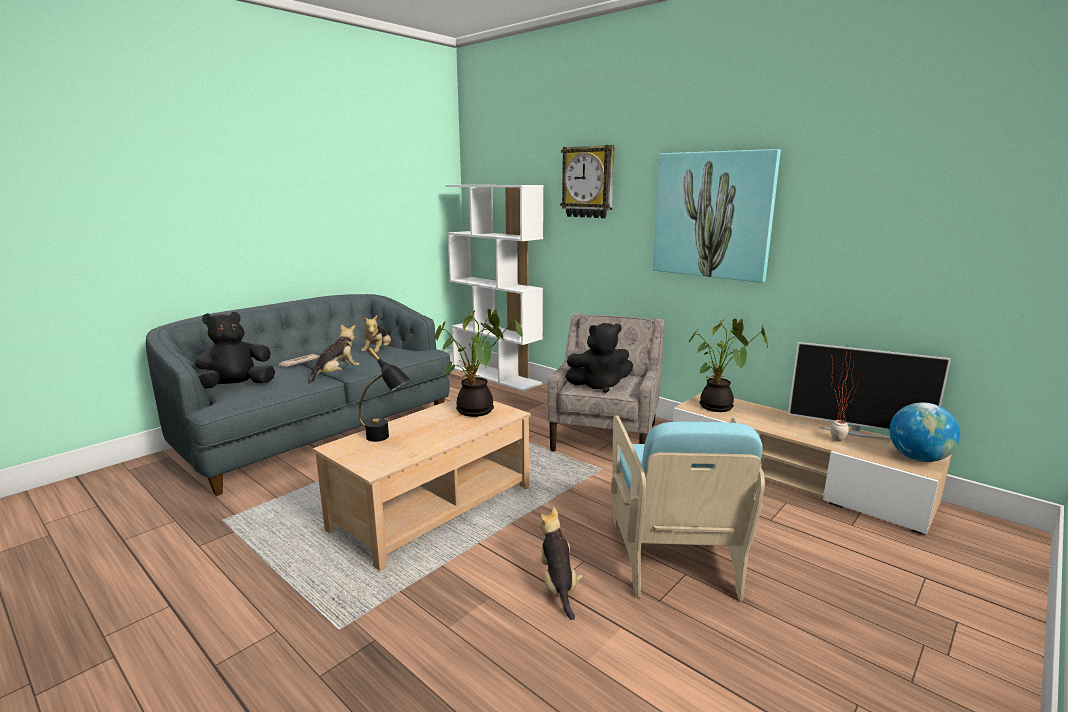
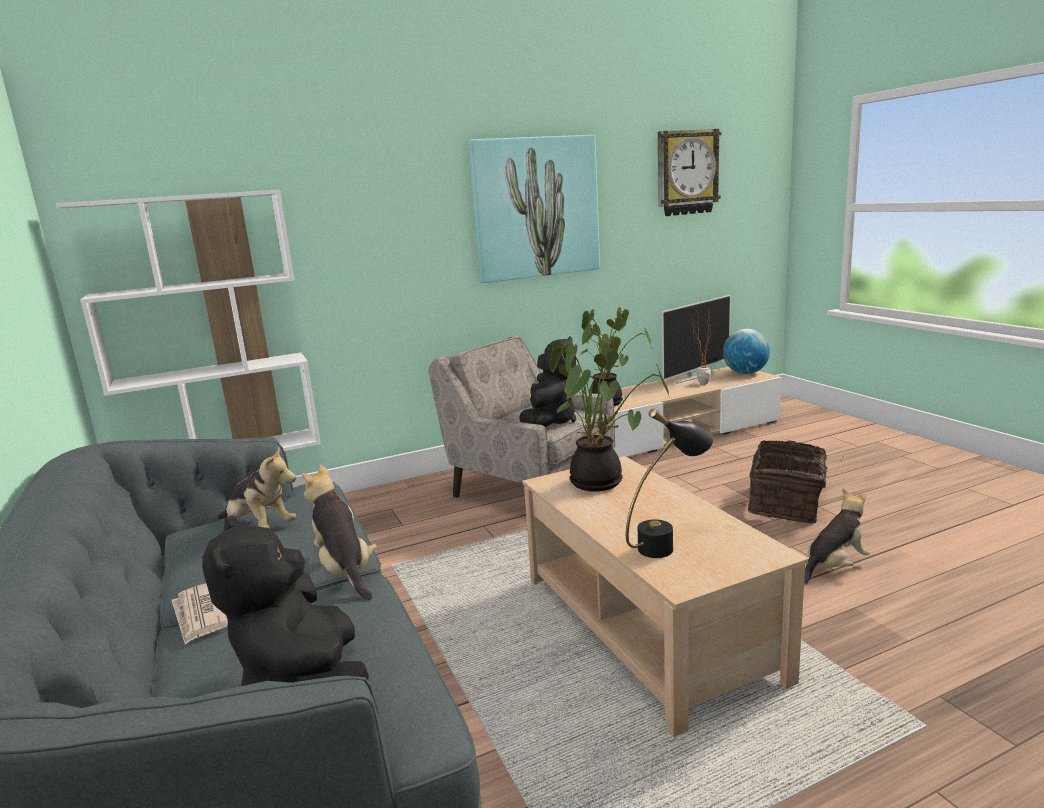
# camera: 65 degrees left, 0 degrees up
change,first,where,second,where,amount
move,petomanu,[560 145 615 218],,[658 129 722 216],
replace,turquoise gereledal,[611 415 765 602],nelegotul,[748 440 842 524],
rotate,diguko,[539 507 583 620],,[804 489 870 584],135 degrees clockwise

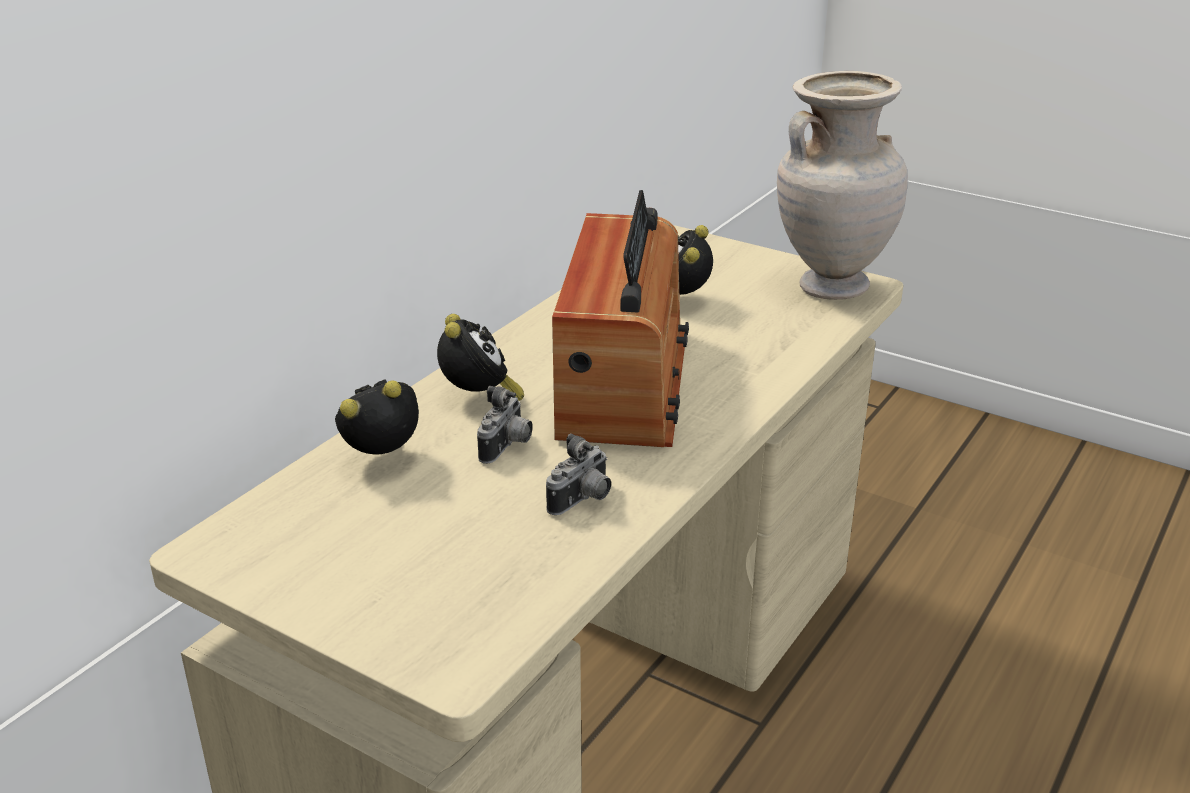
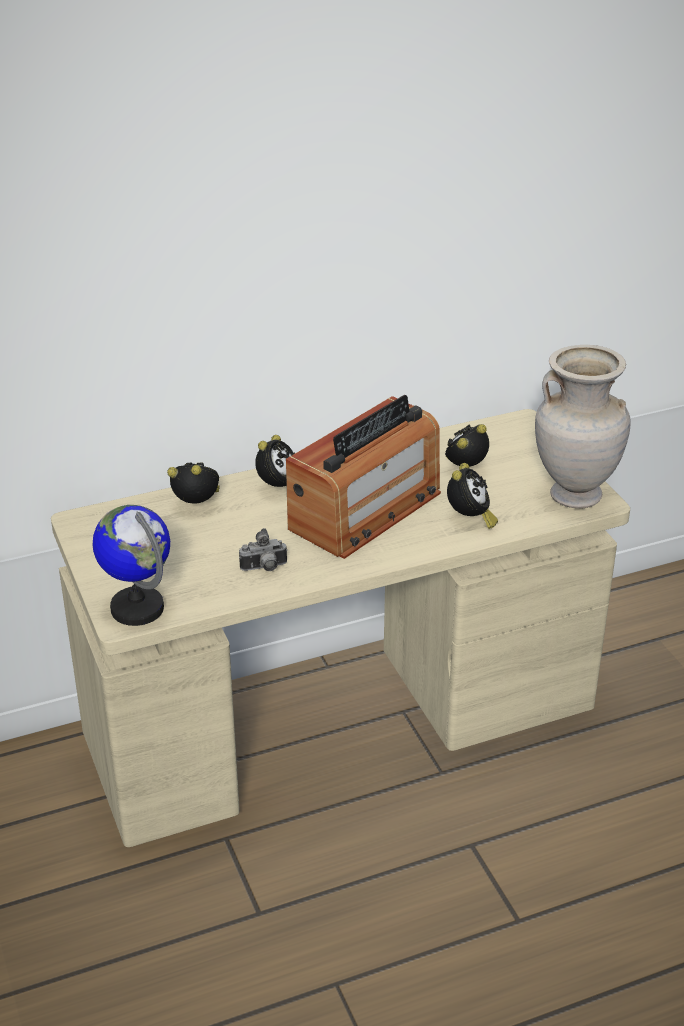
# camera: 35 degrees right, 5 degrees up
change,first,where,second,where,amount
insert,,,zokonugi,[93 505 170 626],
insert,,,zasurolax,[447 463 498 529],
delete,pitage,[477 386 533 464],,,

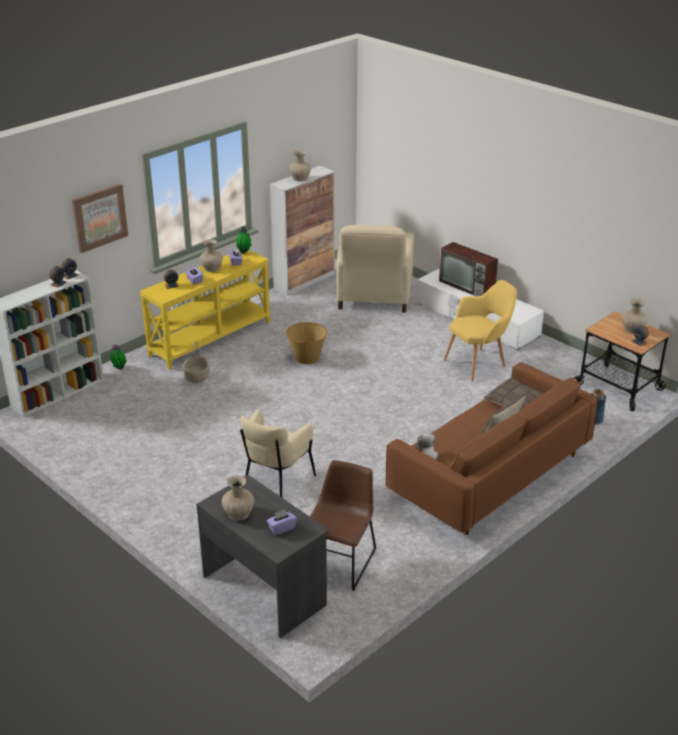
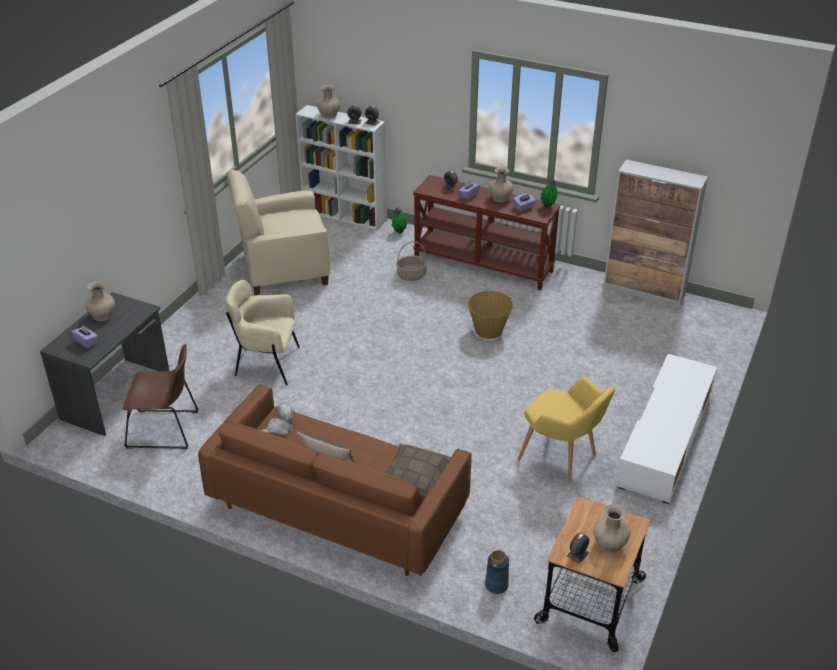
# camera: 70 degrees right, 5 degrees up
change,first,where,second,where,amount
move,beige gereledal,[336 225 414 313],,[227 170 330 295],
move,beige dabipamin,[289 150 311 181],,[317 85 340 119],
recolor,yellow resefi,[139 250 271 370],brown resefi,[413 175 561 291],
delete,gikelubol,[72 184 128 253],,,
delete,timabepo,[439 242 498 296],,,

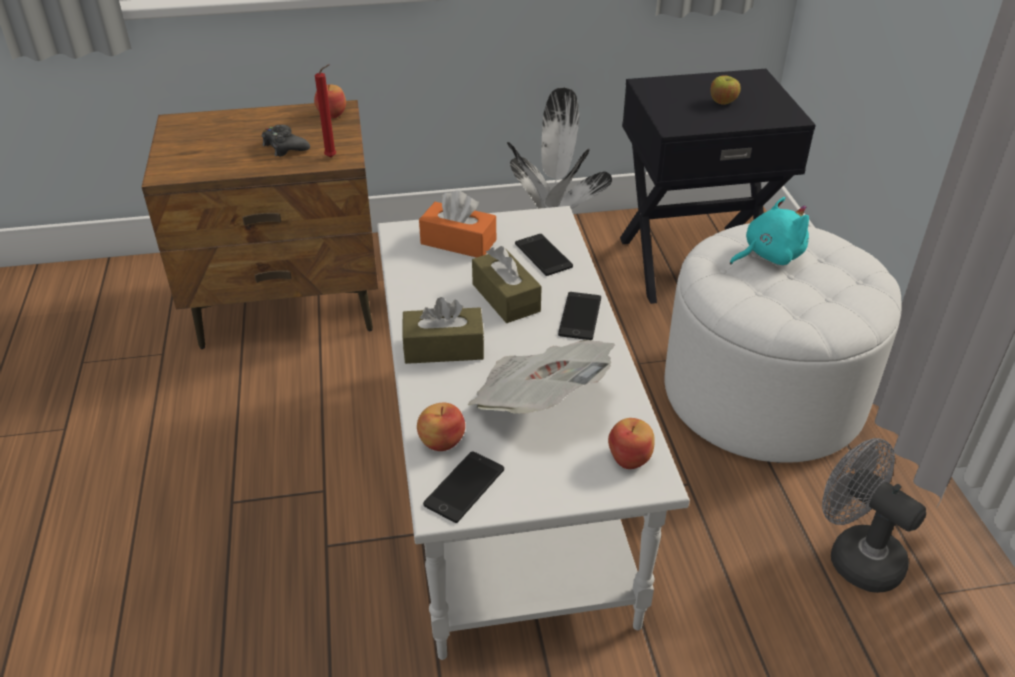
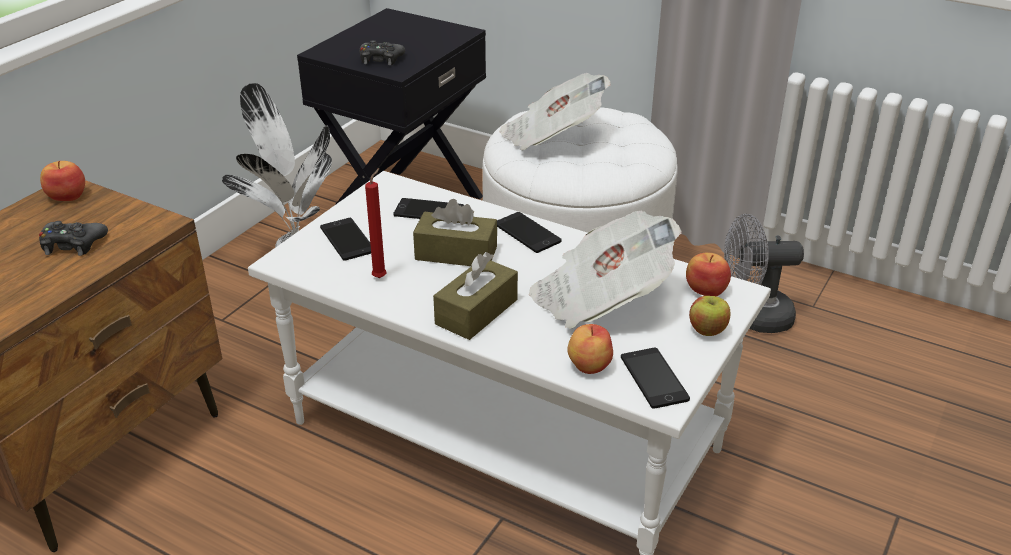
# camera: 50 degrees left, 5 degrees down
change,first,where,second,where,amount
replace,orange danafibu,[419 190 496 258],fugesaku,[320 218 371 261],
insert,,,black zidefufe,[359 40 405 65],
move,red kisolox,[315 64 336 158],,[365 168 387 278],
replace,turquoise diguko,[730 197 809 265],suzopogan,[499 73 611 151],
move,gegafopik,[710 75 741 105],,[689 296 731 336],

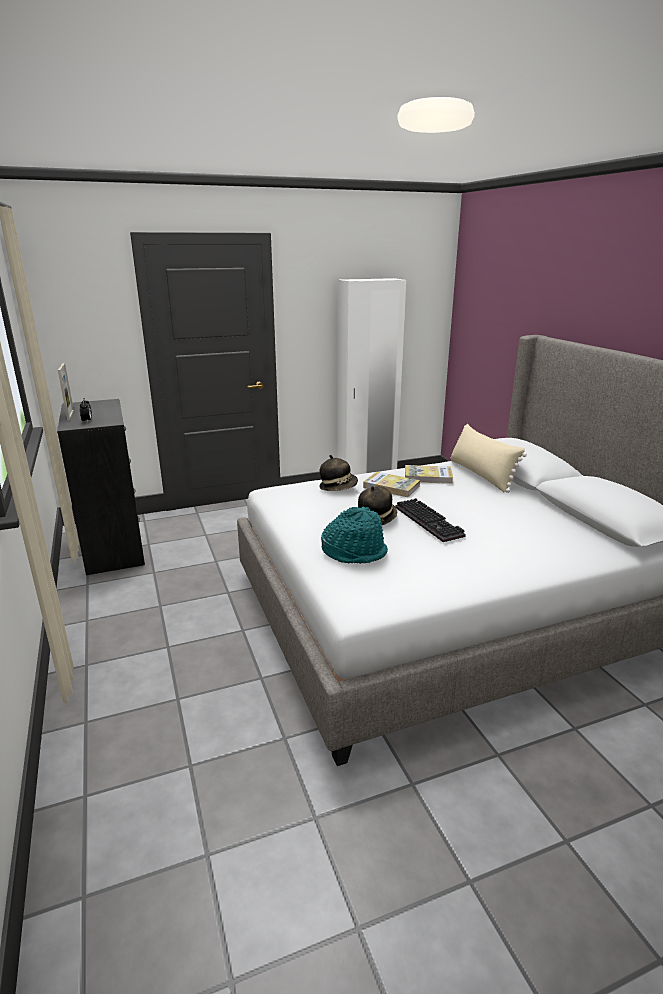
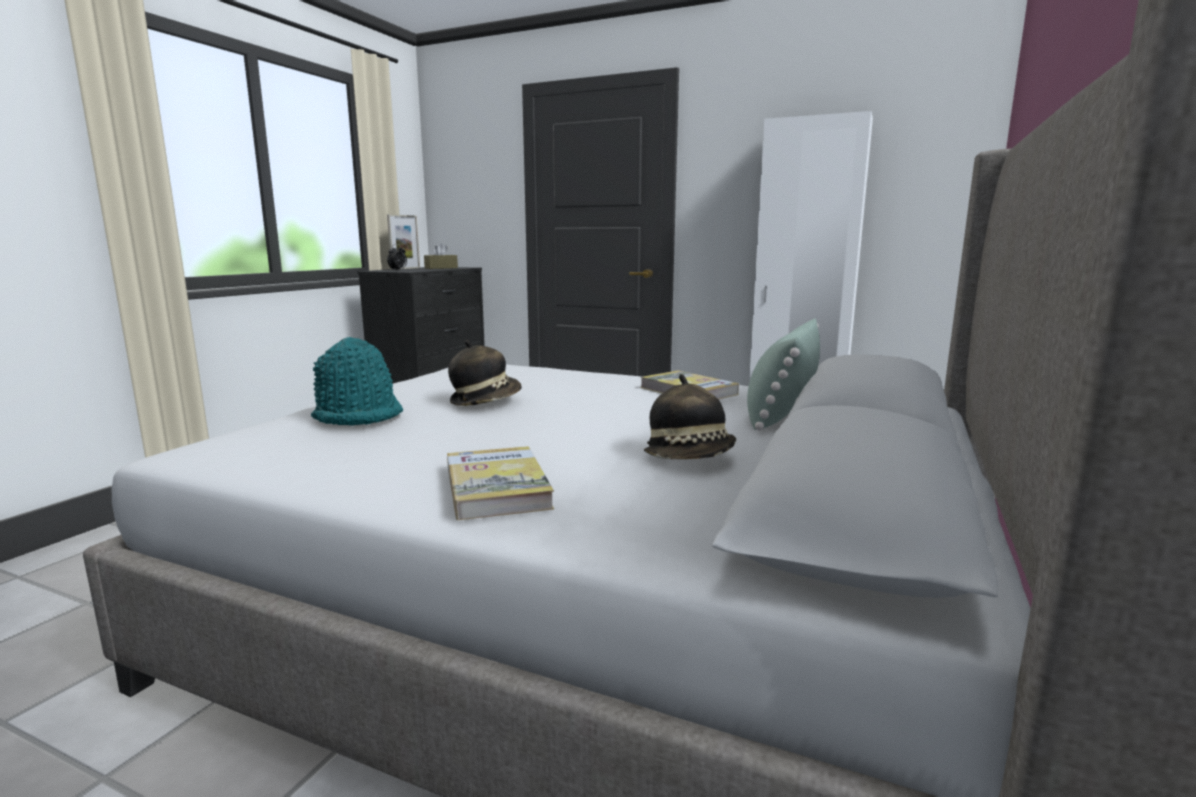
# camera: 45 degrees right, 10 degrees down
change,first,where,second,where,amount
insert,,,brown danafibu,[424 243 458 269],
move,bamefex,[363 472 420 497],,[447 446 554 520],
move,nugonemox,[319 455 358 491],,[644 374 736 459],
recolor,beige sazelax,[451 424 527 493],green sazelax,[747 318 820 431],
delete,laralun,[395 498 466 542],,,

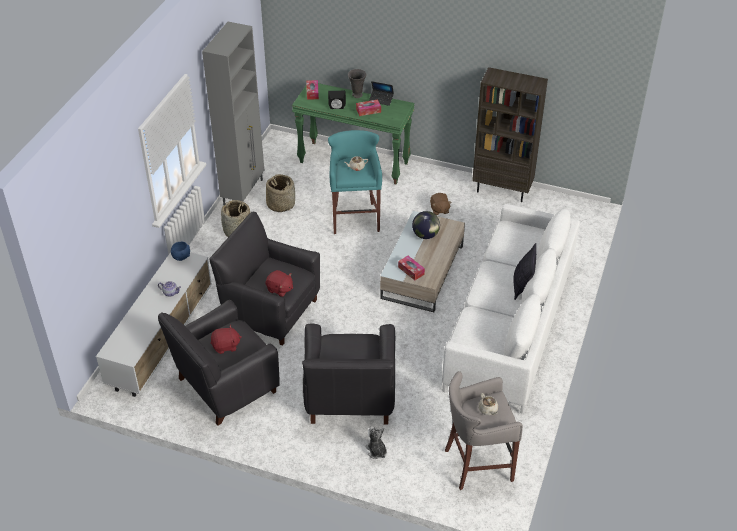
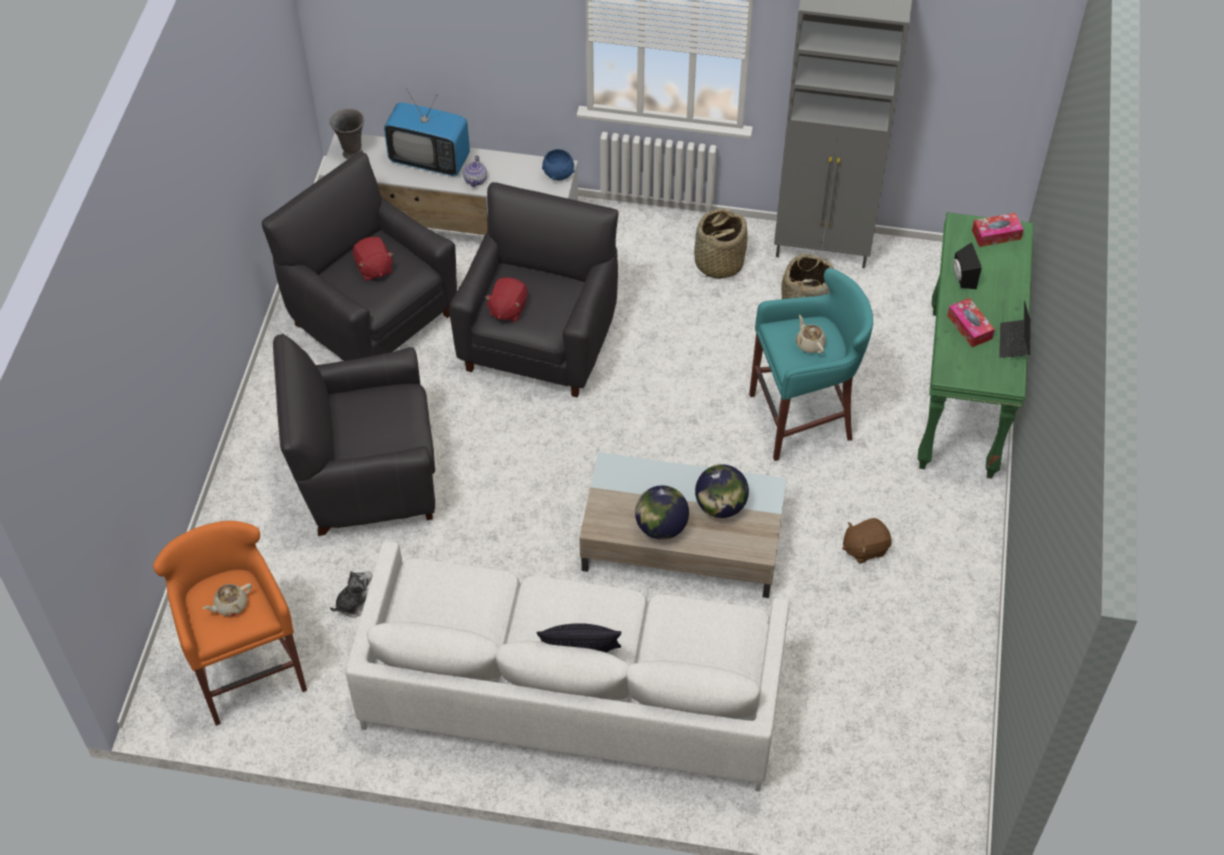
# camera: 80 degrees right, 10 degrees up
change,first,where,second,where,amount
recolor,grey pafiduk,[445 371 523 490],orange pafiduk,[153 521 307 726],
move,grey dabipamin,[348 69 366 98],,[329 108 364 159],
move,diguko,[365 426 387 459],,[330 571 373 618],
insert,,,timabepo,[384 88 470 176],
insert,,,zokonugi,[635 485 689 540],
delete,danafibu,[398 256 425 280],,,
delete,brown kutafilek,[472 67 548 202],,,

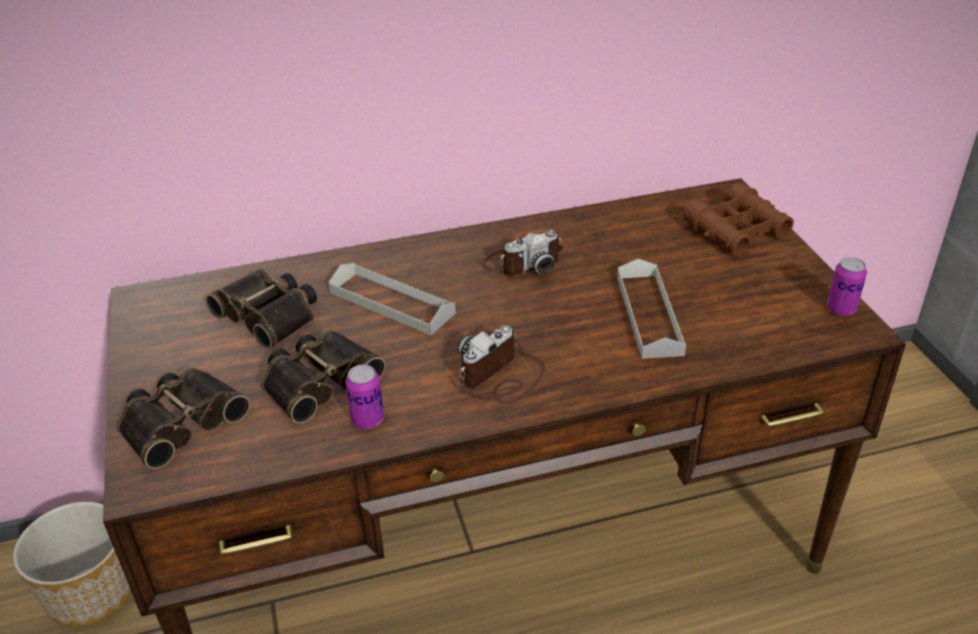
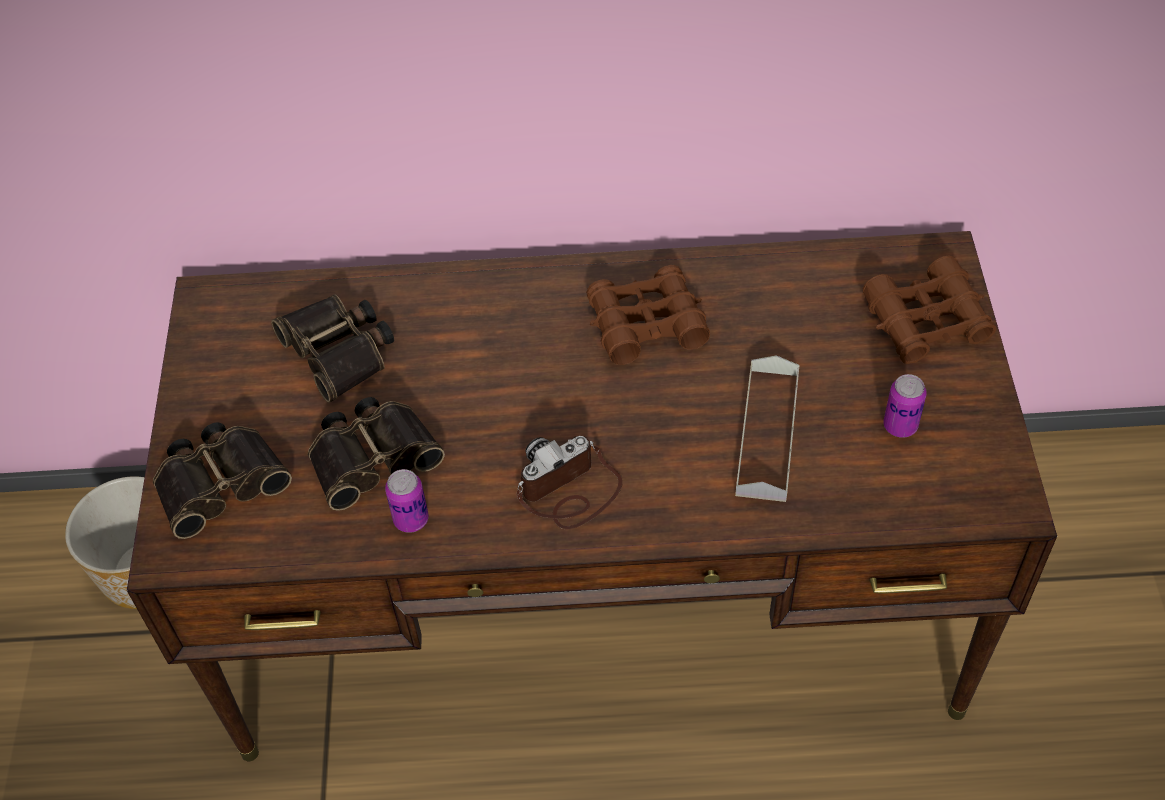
# camera: 15 degrees right, 15 degrees up
change,first,where,second,where,amount
replace,pitage,[482 230 563 276],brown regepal,[586 265 710 365],
move,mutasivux,[827 257 867 316],,[883 374 927 438],
delete,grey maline,[329 263 456 335],,,

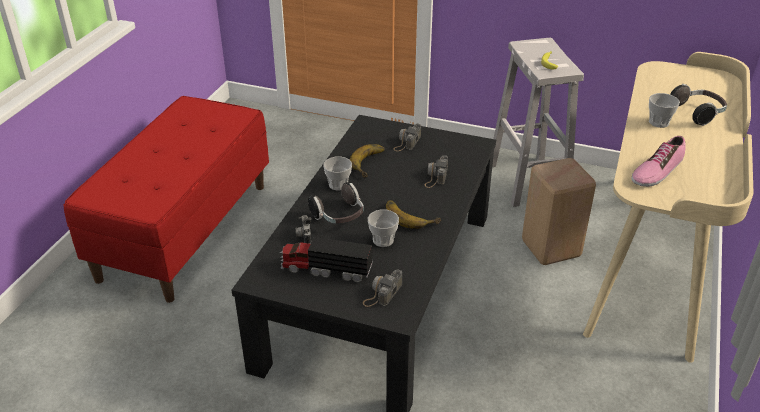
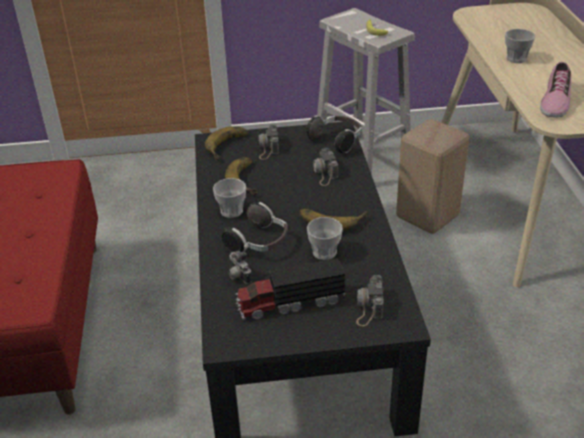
# camera: 25 degrees left, 0 degrees up
change,first,where,second,where,amount
insert,,,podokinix,[205 126 249 160],
move,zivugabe,[670 84 727 126],,[306 115 362 153],

